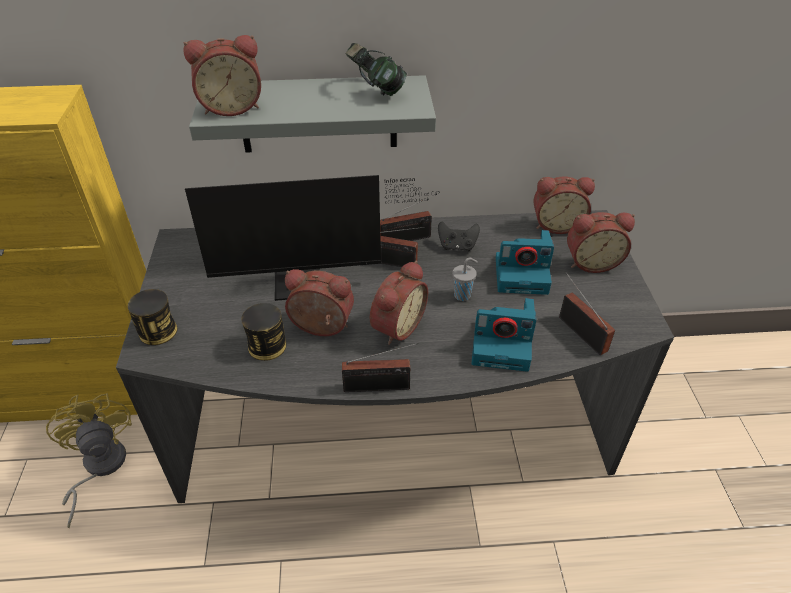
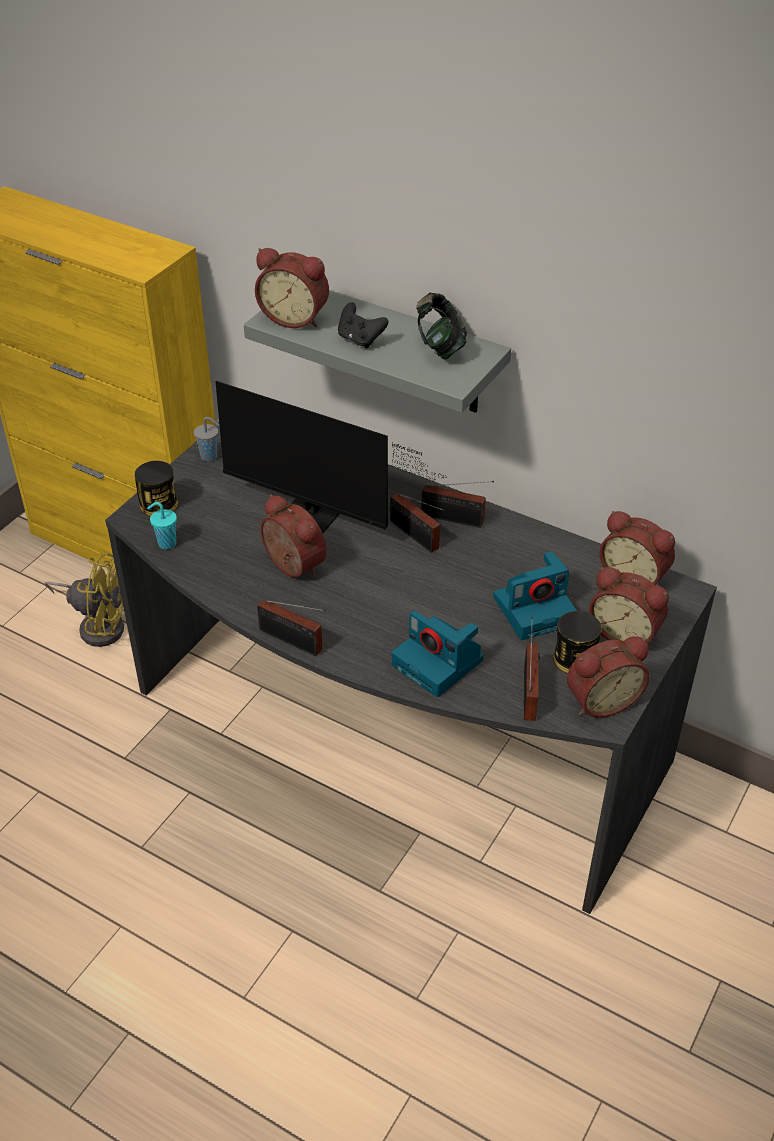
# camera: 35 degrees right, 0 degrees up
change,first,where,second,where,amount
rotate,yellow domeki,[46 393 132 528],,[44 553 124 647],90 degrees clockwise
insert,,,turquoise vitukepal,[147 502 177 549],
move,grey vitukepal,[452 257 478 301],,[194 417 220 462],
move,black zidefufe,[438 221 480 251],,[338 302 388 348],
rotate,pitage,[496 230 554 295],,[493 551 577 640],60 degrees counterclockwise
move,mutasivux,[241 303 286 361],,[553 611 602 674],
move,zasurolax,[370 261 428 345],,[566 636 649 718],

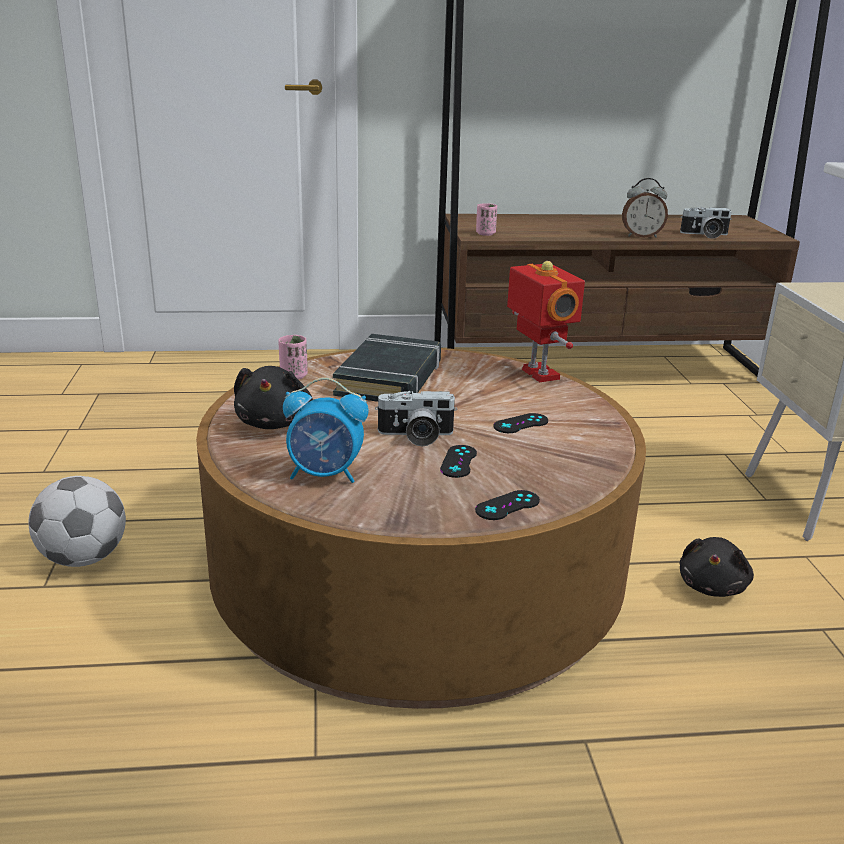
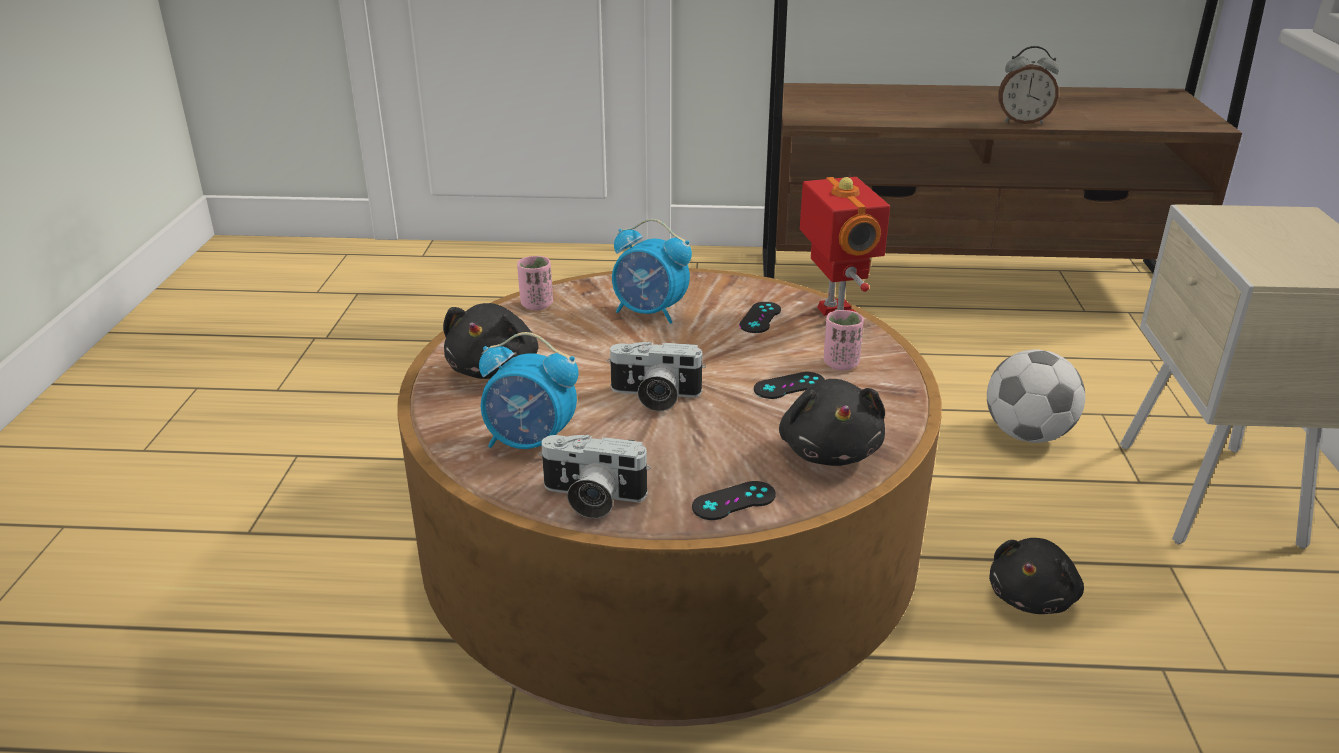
# camera: 10 degrees right, 5 degrees up
change,first,where,second,where,amount
move,pitage,[680 207 732 239],,[539 435 651 518],
replace,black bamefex,[333 334 441 402],zasurolax,[612 219 692 324],
move,black zidefufe,[440 445 477 478],,[739 302 781 333],
insert,,,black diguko,[779 379 885 466],
move,pink vitukepal,[476 203 497 236],,[824 310 864 370],
move,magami,[28 476 126 567],,[987 349 1085 443],

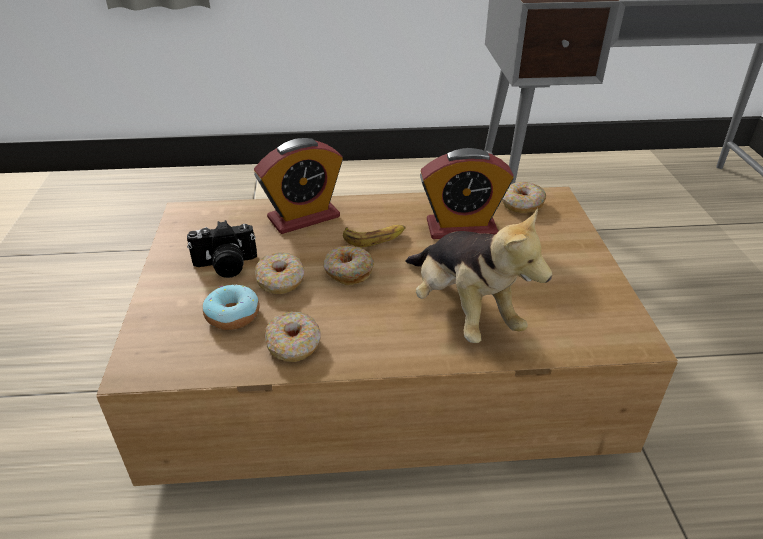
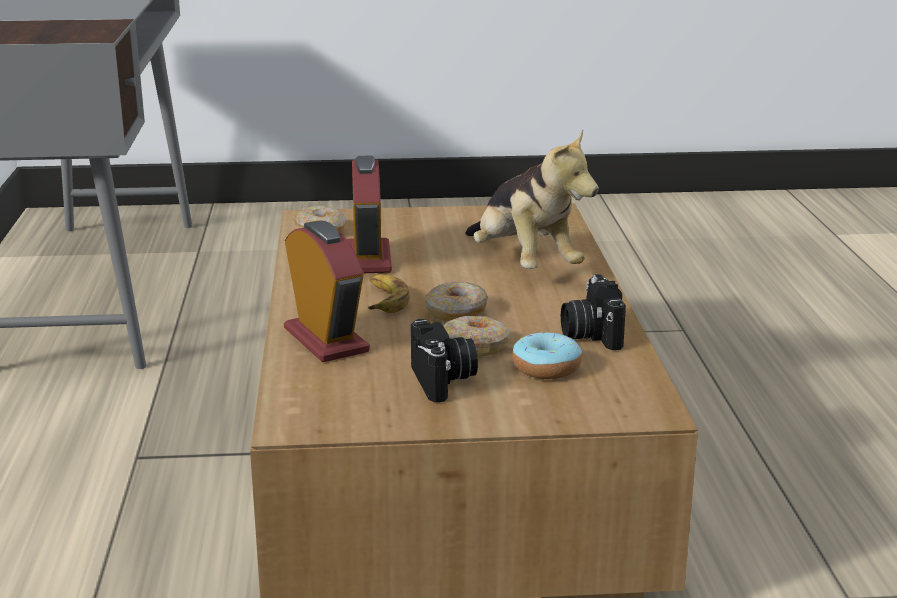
# camera: 90 degrees left, 15 degrees down
change,first,where,second,where,amount
rotate,diguko,[405 208 553 343],,[465 130 599 269],90 degrees clockwise
replace,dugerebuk,[265 312 320 362],pitage,[561 274 626 350],

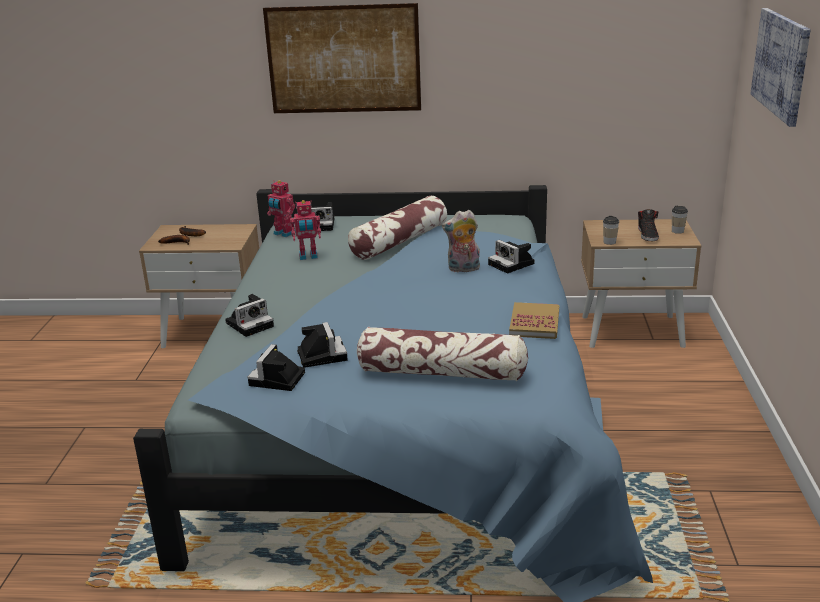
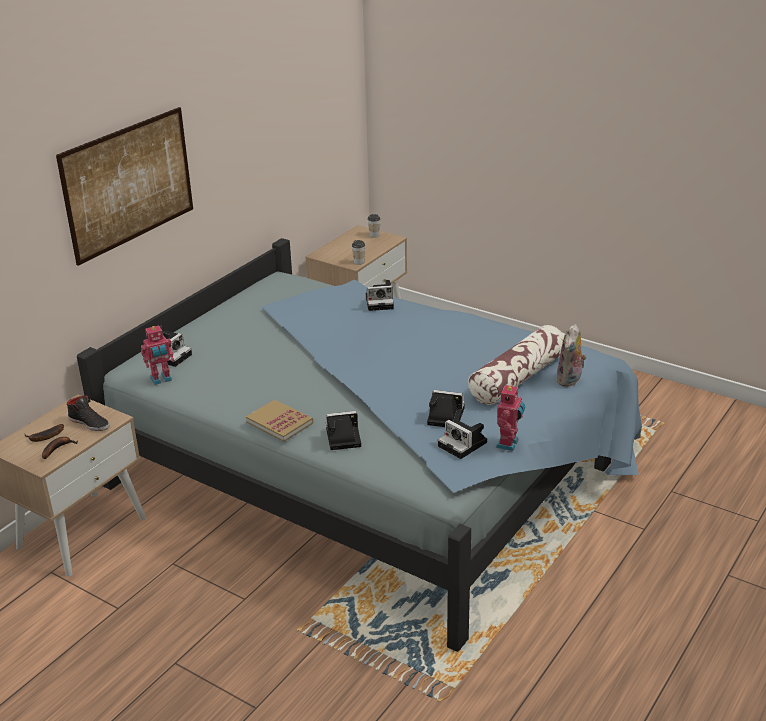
# camera: 60 degrees left, 5 degrees up
change,first,where,second,where,amount
move,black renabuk,[638 209 659 241],,[67 395 109 431],
move,bamefex,[509 302 559 339],,[246 400 313 442],
rotate,pitage,[225 294 274 337],,[326 411 361 450],90 degrees counterclockwise
move,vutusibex,[290 200 321 260],,[496 383 525 451],
move,diguko,[442 210 480 273],,[556 324 587 387],
delete,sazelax,[348 196 447 260],,,
delete,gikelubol,[750 8 811 127],,,

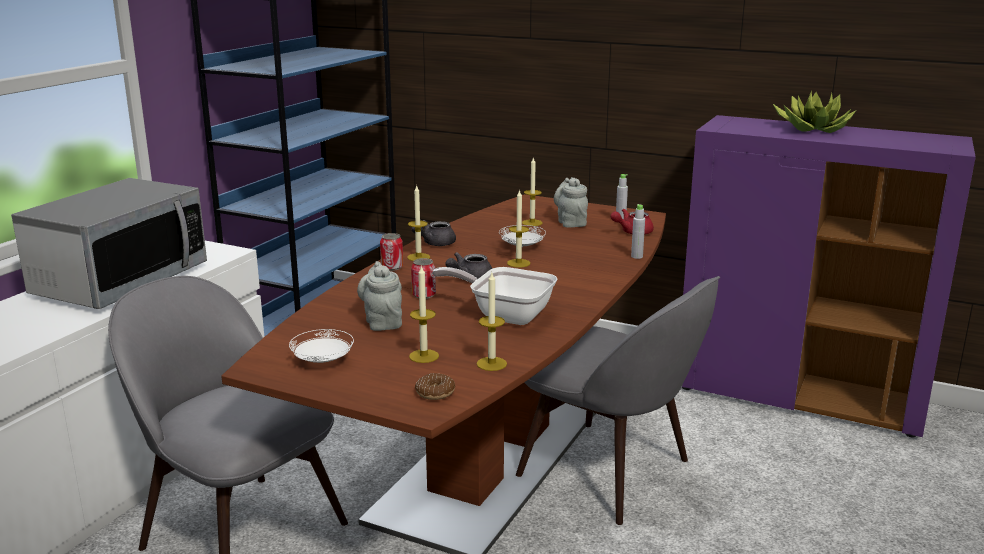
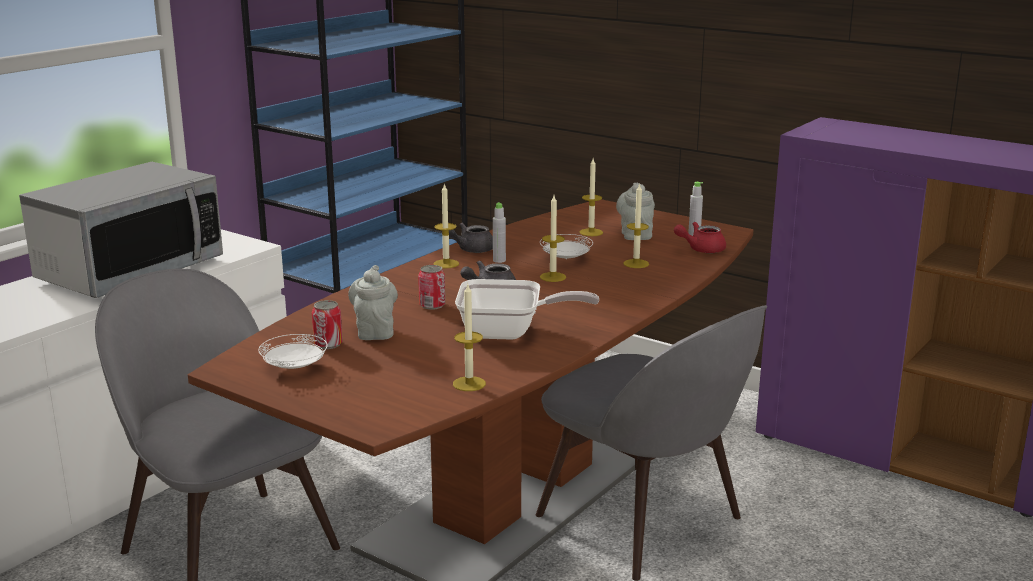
# camera: 10 degrees right, 0 degrees up
change,first,where,second,where,amount
move,mutasivux,[380 233 403 271],,[312 300 343 349],
rotate,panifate,[432 267 557 325],,[455 279 599 340],150 degrees clockwise
move,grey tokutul,[631 204 645 259],,[493 202 506 263],
move,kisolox,[409 265 439 363],,[623 183 649 268],
delete,dugerebuk,[415 373 455 400],,,
delete,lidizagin,[773 90 856 133],,,

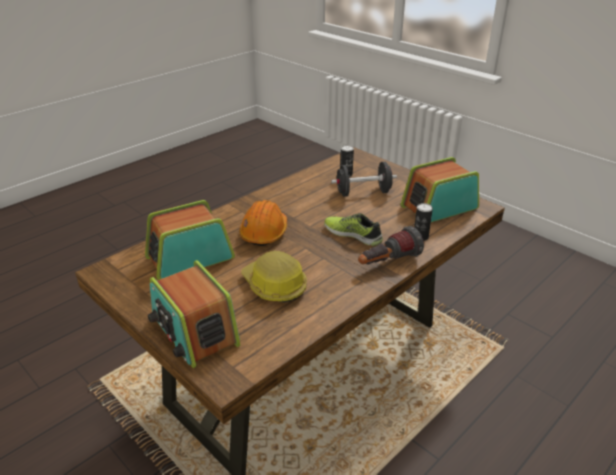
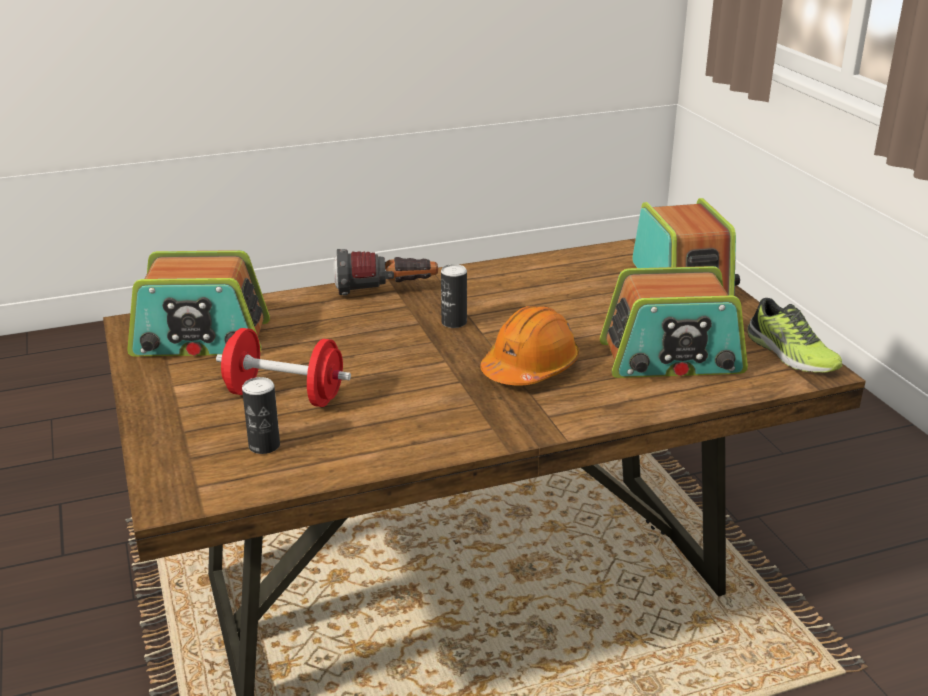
# camera: 155 degrees left, 5 degrees down
change,first,where,second,where,amount
recolor,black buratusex,[331 162 397 197],red buratusex,[216 328 351 407],
move,mutasivux,[414 203 433 241],,[441 264 467 328],
move,renabuk,[324 213 383 246],,[748 298 843 373],
delete,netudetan,[241 251 307 303],,,

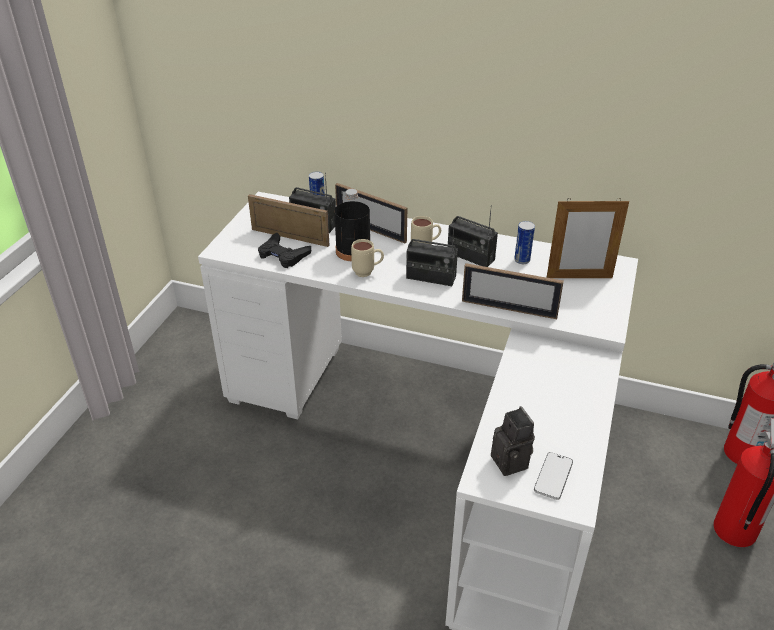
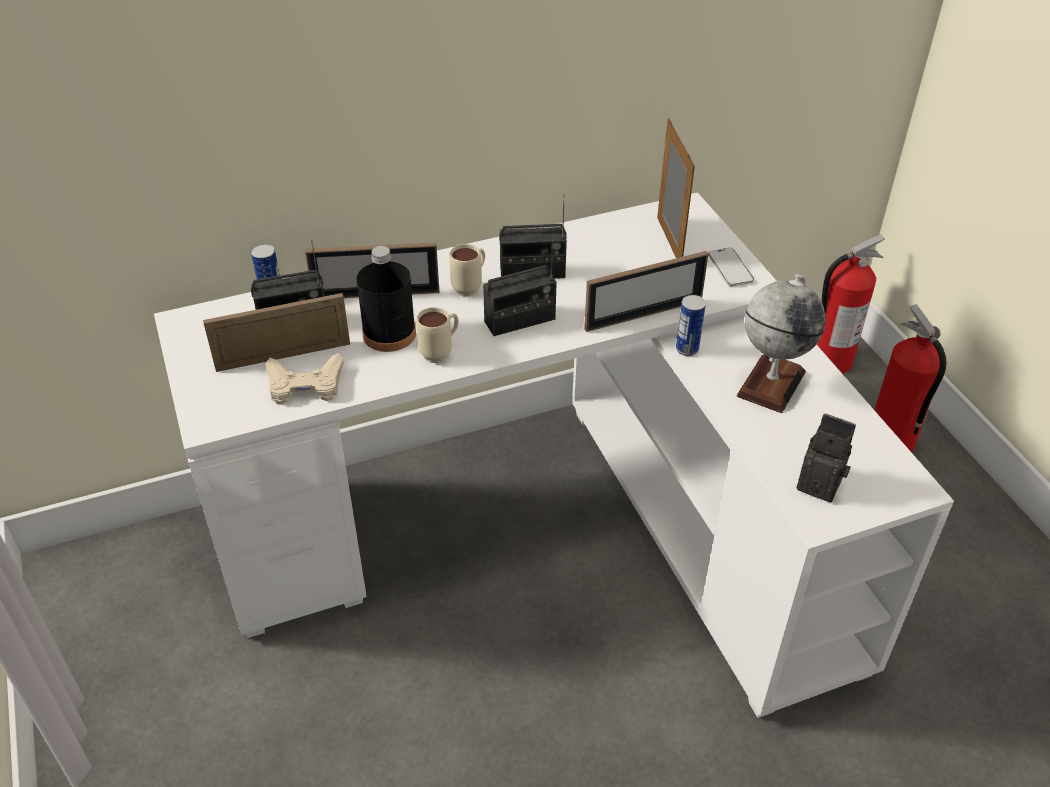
# camera: 40 degrees left, 5 degrees up
change,first,where,second,where,amount
recolor,black zidefufe,[258 233 311 268],beige zidefufe,[265 353 344 405],
rotate,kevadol,[546 198 629 278],,[657 118 695 258],60 degrees counterclockwise
move,mutasivux,[514 221 535 264],,[676 295 706 356],
move,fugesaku,[534 452 573 500],,[708 248 754 286],
insert,,,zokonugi,[737 274 826 413],

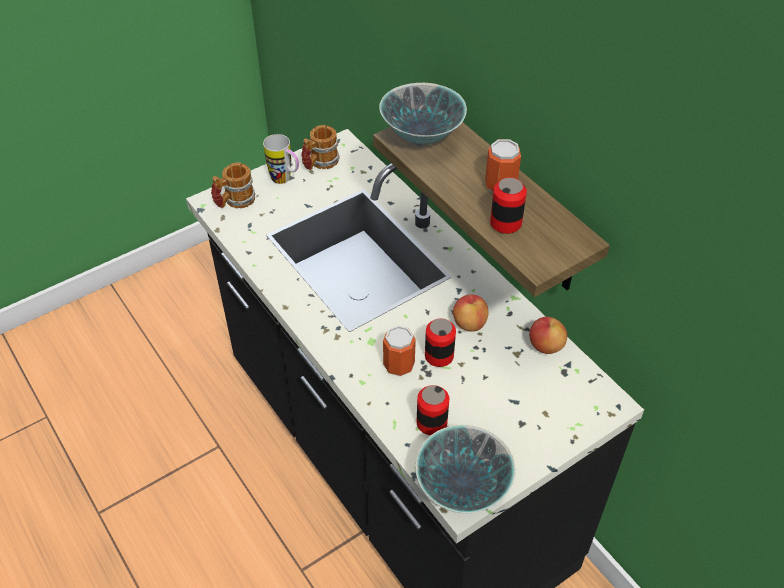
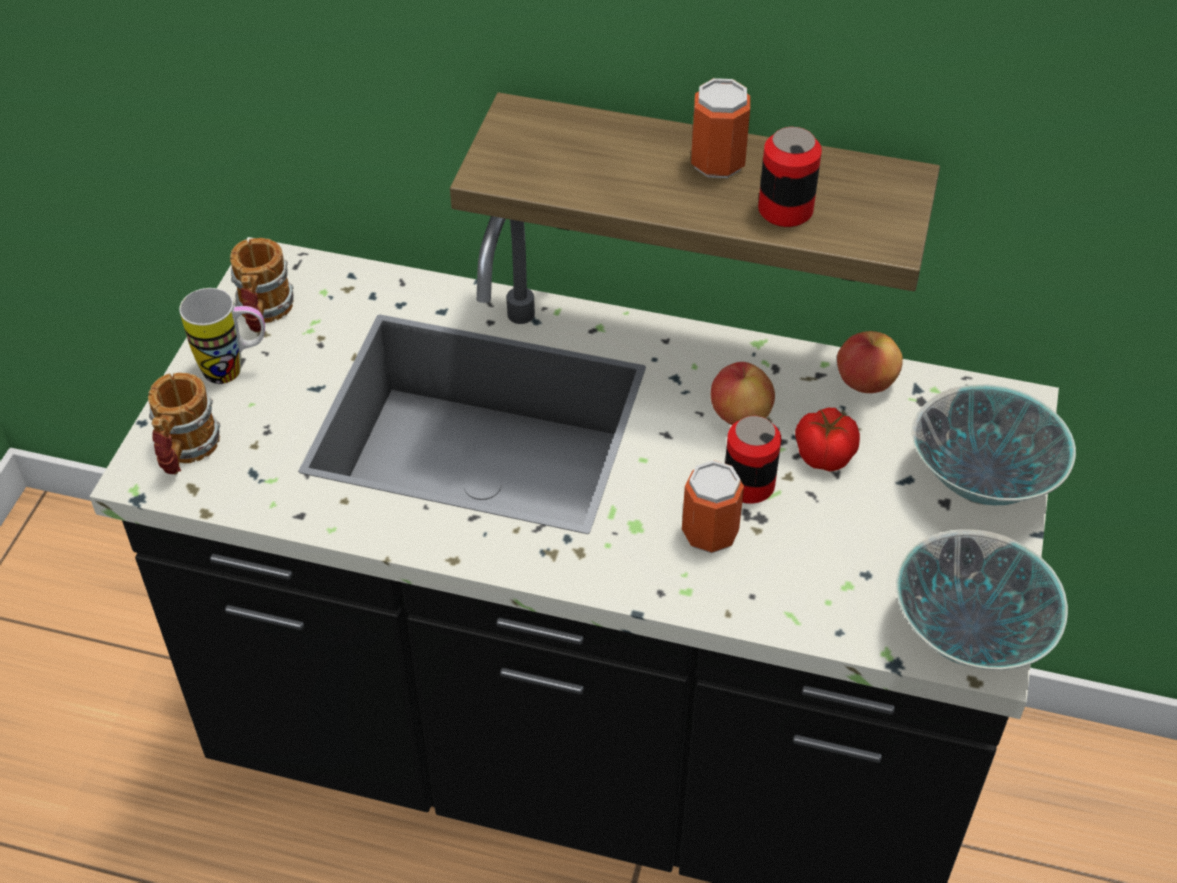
# camera: 40 degrees left, 0 degrees up
change,first,where,second,where,amount
insert,,,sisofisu,[795 408 860 472],
move,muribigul,[379 83 467 147],,[912 384 1076 505],
delete,mutasivux,[417 385 449 435],,,

